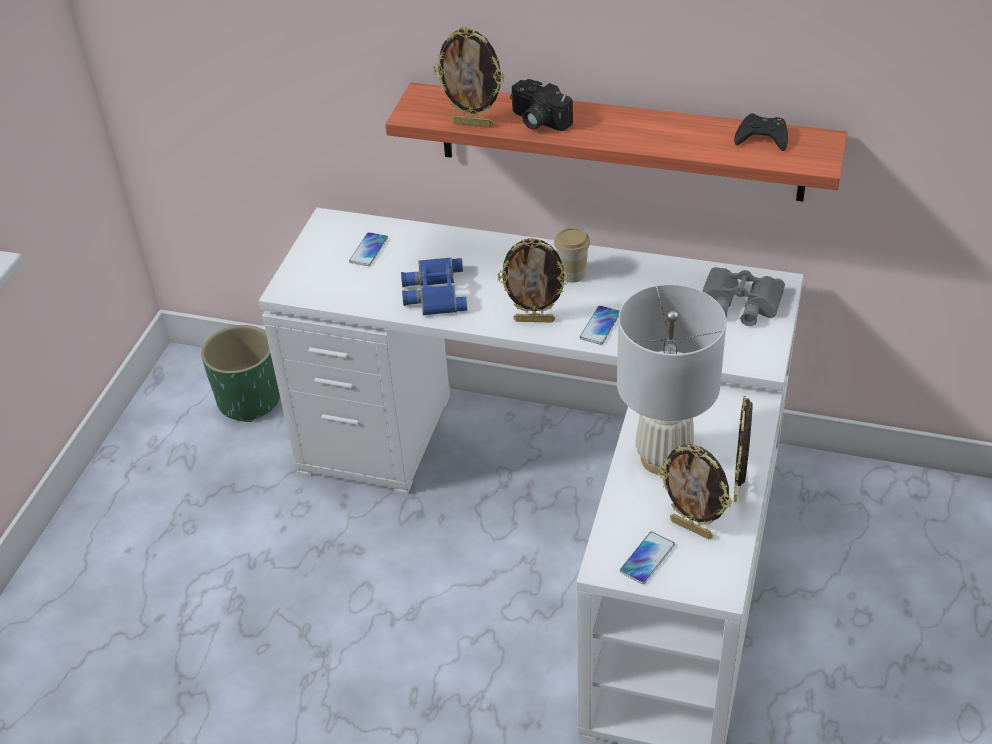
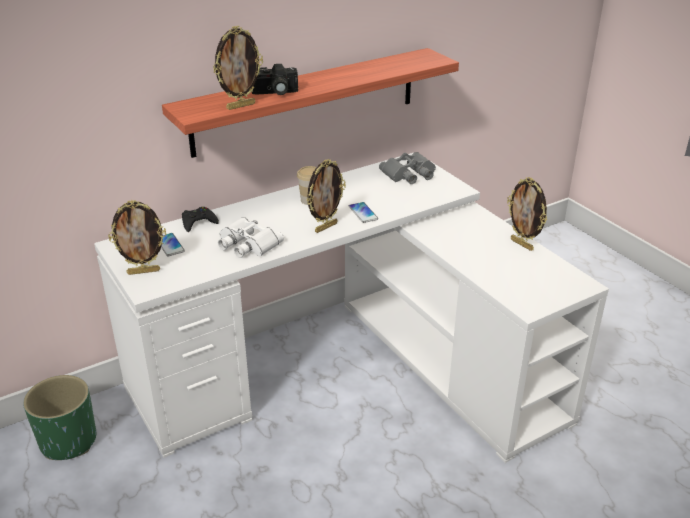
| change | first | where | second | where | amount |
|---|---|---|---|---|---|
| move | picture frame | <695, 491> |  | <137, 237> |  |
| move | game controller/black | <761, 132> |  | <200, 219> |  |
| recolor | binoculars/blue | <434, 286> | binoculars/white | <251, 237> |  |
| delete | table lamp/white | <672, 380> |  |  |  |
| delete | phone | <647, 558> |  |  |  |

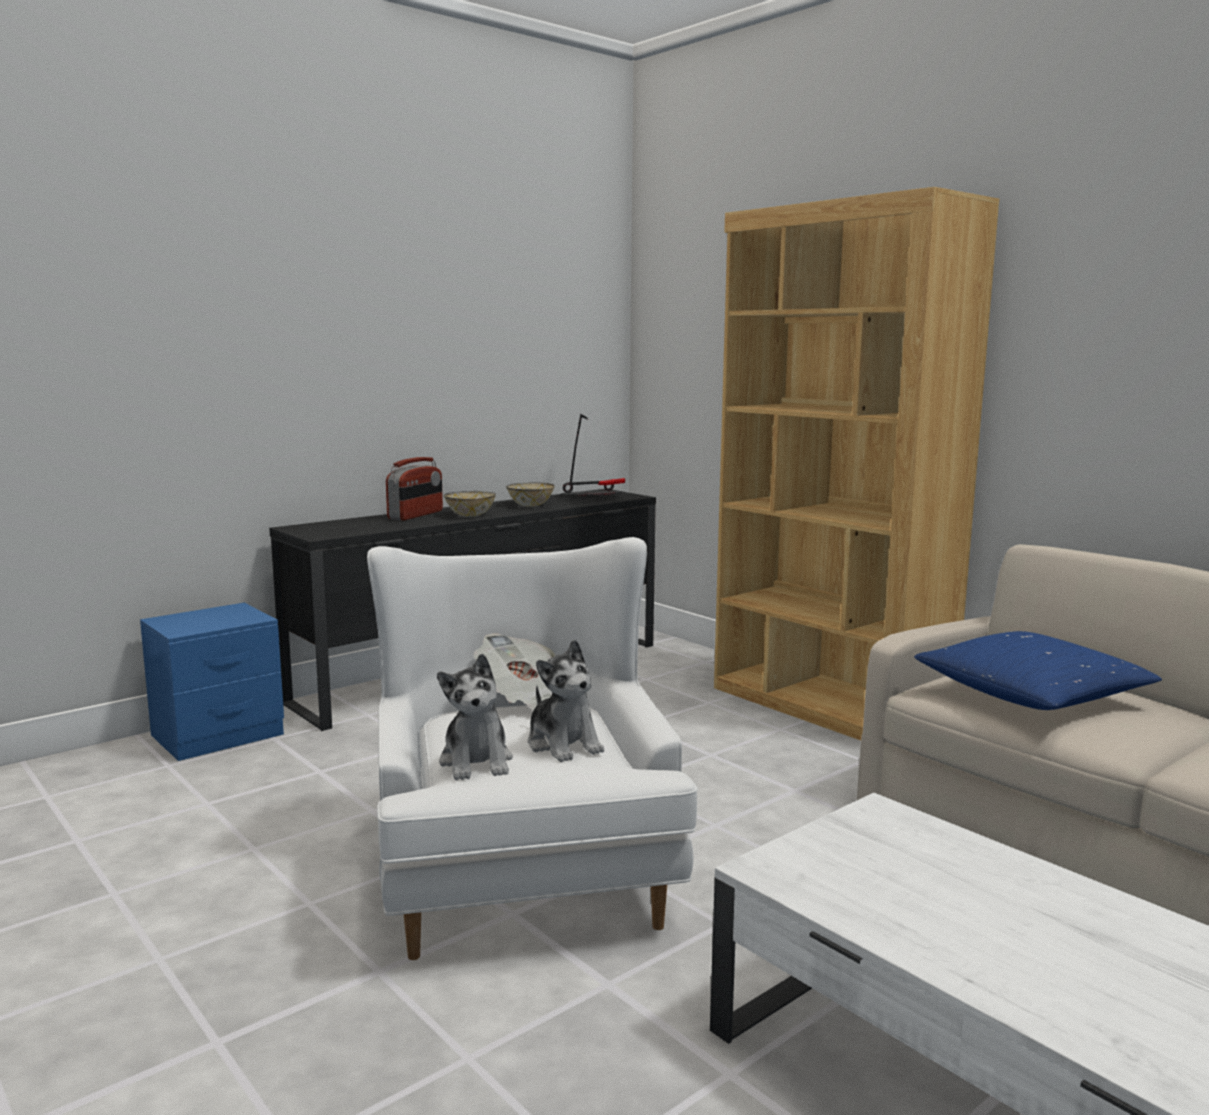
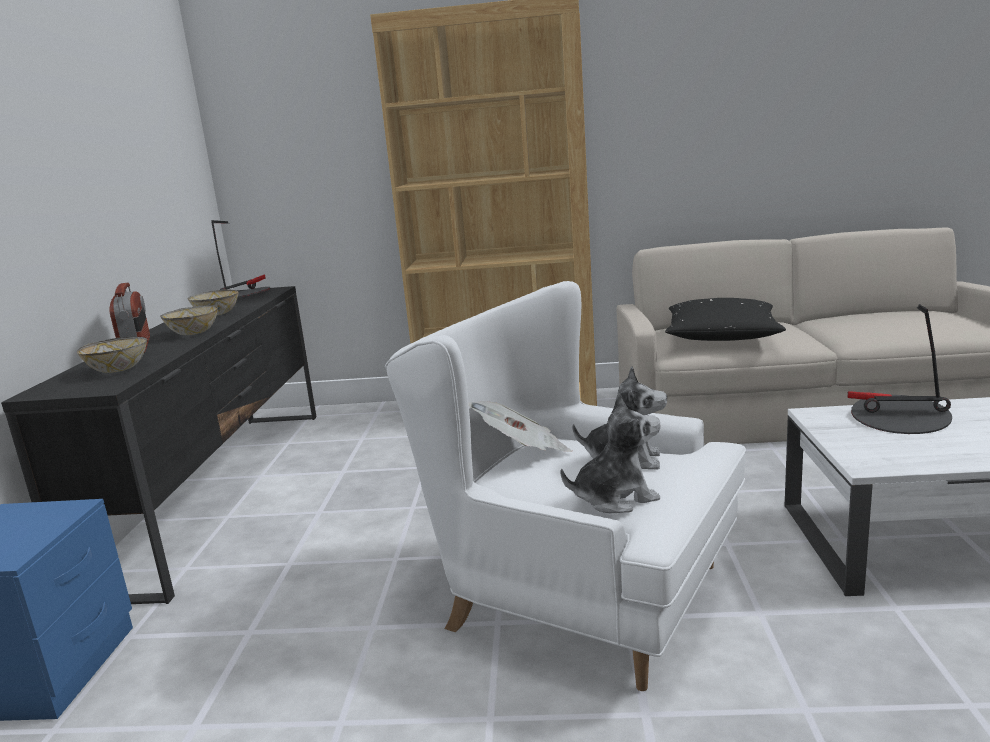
| change | first | where | second | where | amount |
|---|---|---|---|---|---|
| insert |  |  | bowl | <112, 355> |  |
| rotate | plush toy | <475, 717> |  | <610, 453> | 45 degrees counterclockwise |
| recolor | pillow/blue | <1038, 670> | pillow/black | <725, 319> |  |
| insert |  |  | table lamp | <900, 369> |  |

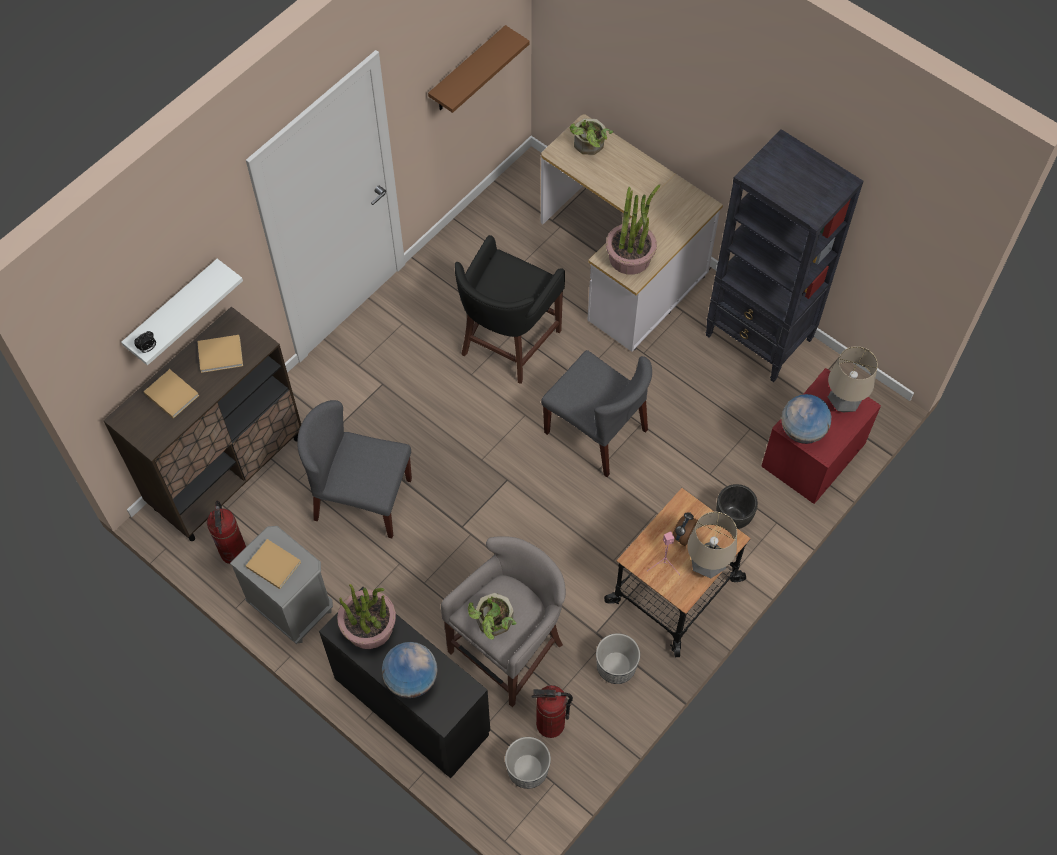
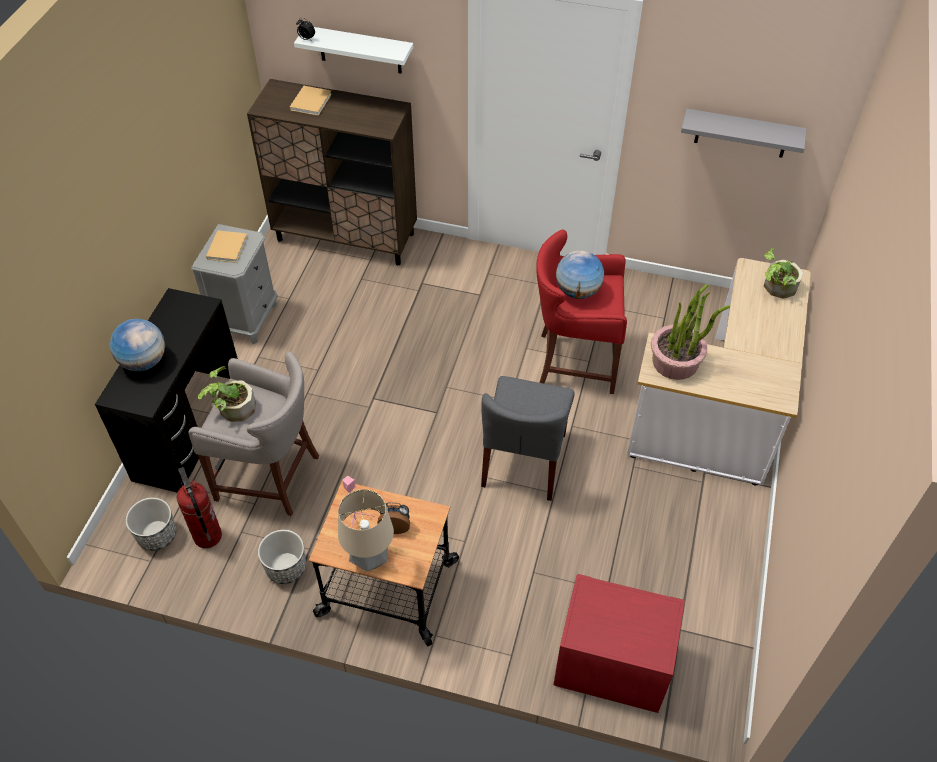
| change | first | where | second | where | amount |
|---|---|---|---|---|---|
| recolor | stool/black | <510, 309> | stool/red | <581, 311> |  |
| move | globe | <806, 419> |  | <580, 274> |  |
| recolor | shelf/brown | <479, 69> | shelf/grey | <744, 133> |  |
| delete | book/beige | <220, 354> |  |  |  |
| delete | fire extinguisher | <226, 532> |  |  |  |
| delete | chair/grey | <354, 469> |  |  |  |
| delete | potted plant | <366, 616> |  |  |  |
| delete | bookcase/black | <784, 255> |  |  |  |
| delete | planter/black | <737, 506> |  |  |  |
| delete | table lamp | <853, 379> |  |  |  |

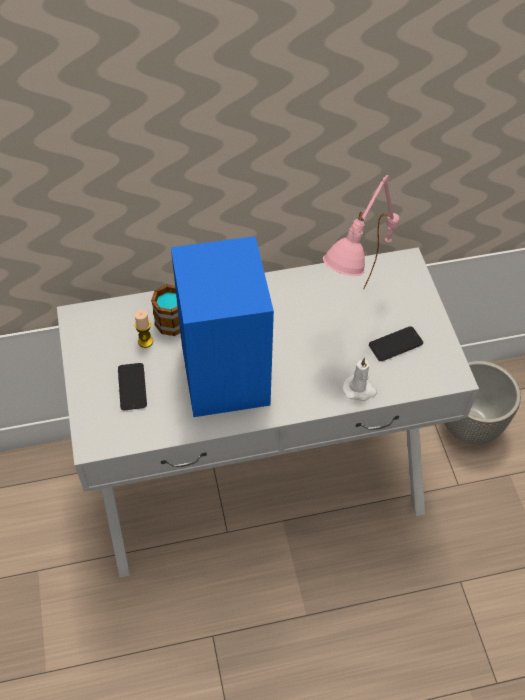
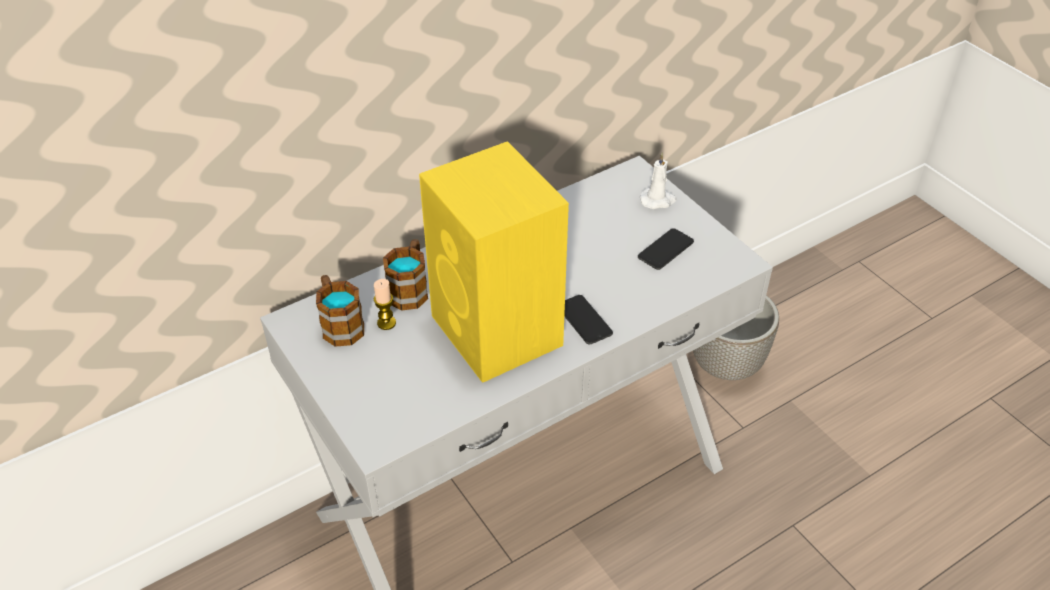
| change | first | where | second | where | amount |
|---|---|---|---|---|---|
| insert |  |  | mug | <340, 311> |  |
| recolor | speaker/blue | <222, 326> | speaker/yellow | <494, 262> |  |
| move | phone | <132, 386> |  | <588, 319> |  |
| move | candle/white | <359, 379> |  | <658, 180> |  |
| delete | table lamp/pink | <361, 232> |  |  |  |

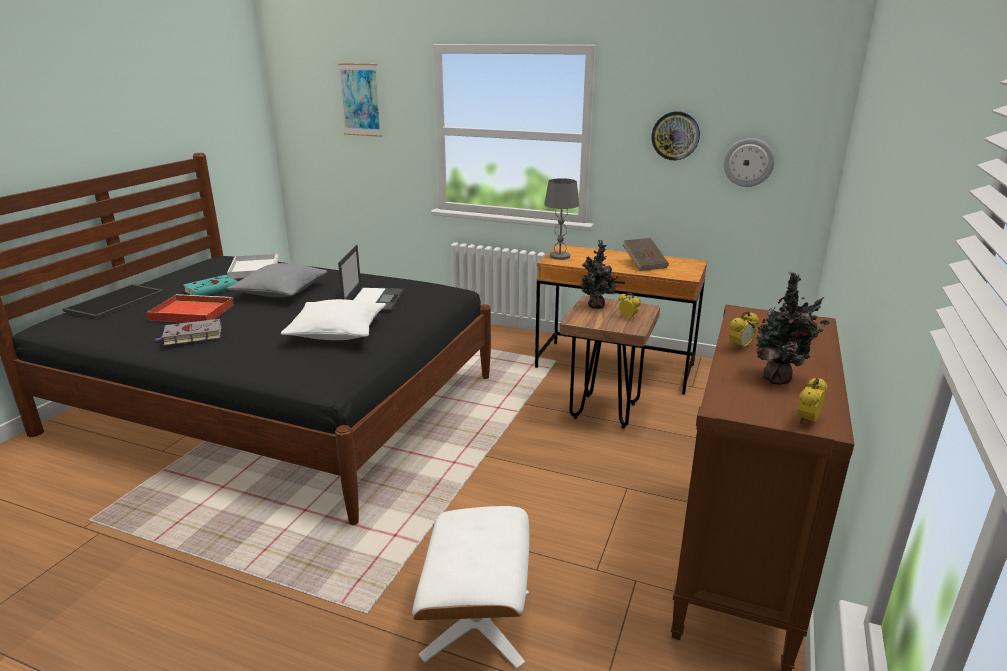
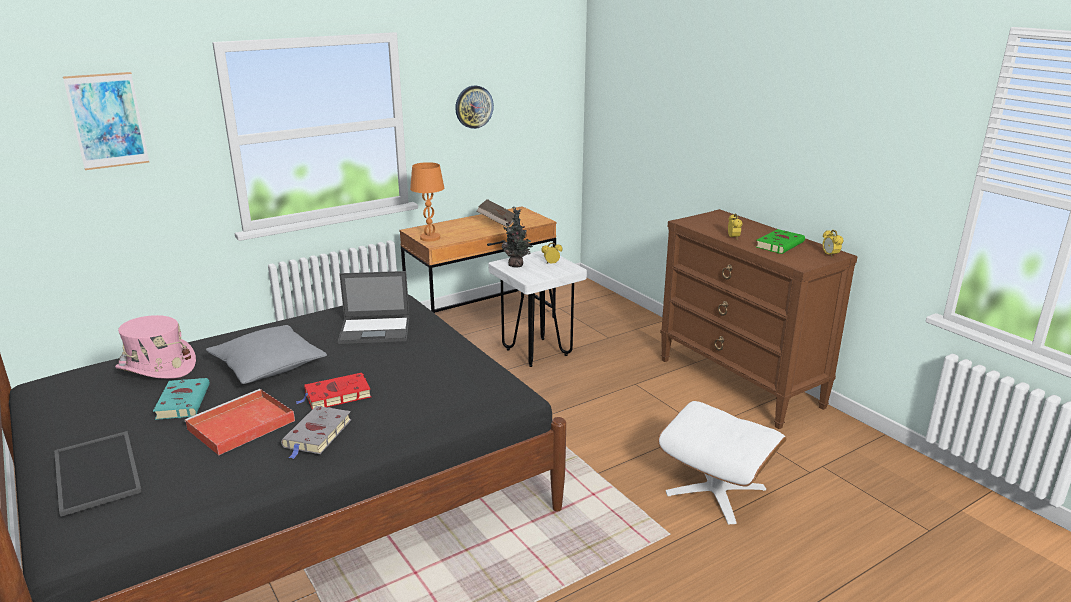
| change | first | where | second | where | amount |
|---|---|---|---|---|---|
| replace | tray/white | <253, 266> | hat/pink | <155, 347> |  |
| insert |  |  | book/red | <333, 391> |  |
| rotate | laptop | <371, 278> |  | <374, 307> | 135 degrees clockwise |
| recolor | table lamp/grey | <561, 219> | table lamp/orange | <427, 201> |  |
| recolor | stool/brown | <610, 362> | stool/white | <537, 308> |  |
| replace | potted plant | <789, 328> | book/green | <780, 241> |  |
| delete | pillow/white | <333, 319> |  |  |  |
| delete | wall clock | <749, 162> |  |  |  |

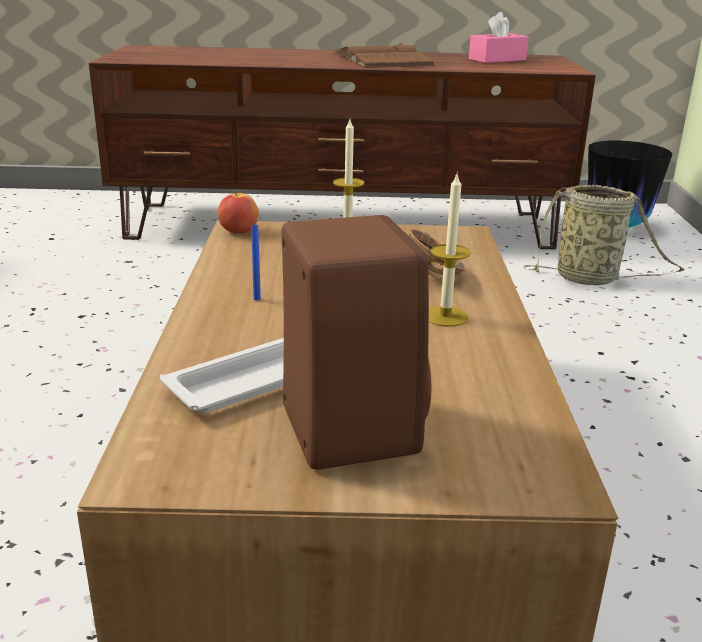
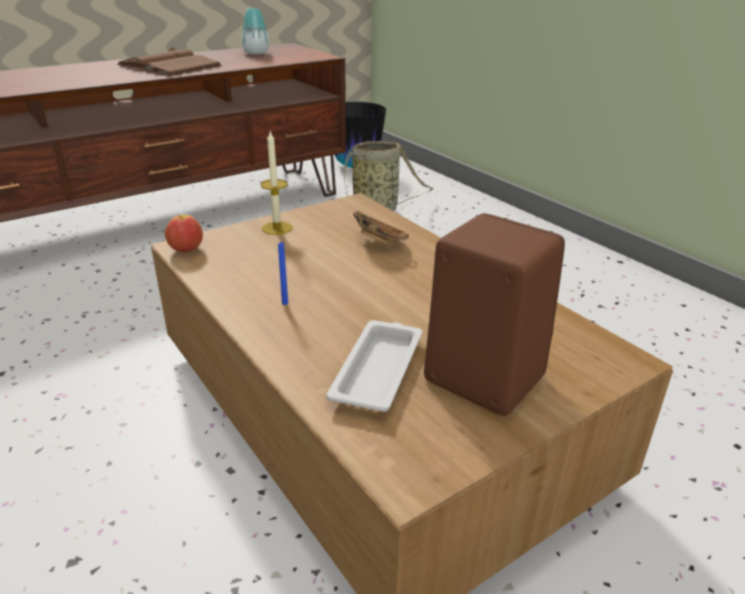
| change | first | where | second | where | amount |
|---|---|---|---|---|---|
| replace | tissue box/pink | <499, 37> | vase | <255, 31> |  |
| delete | candle | <450, 249> |  |  |  |

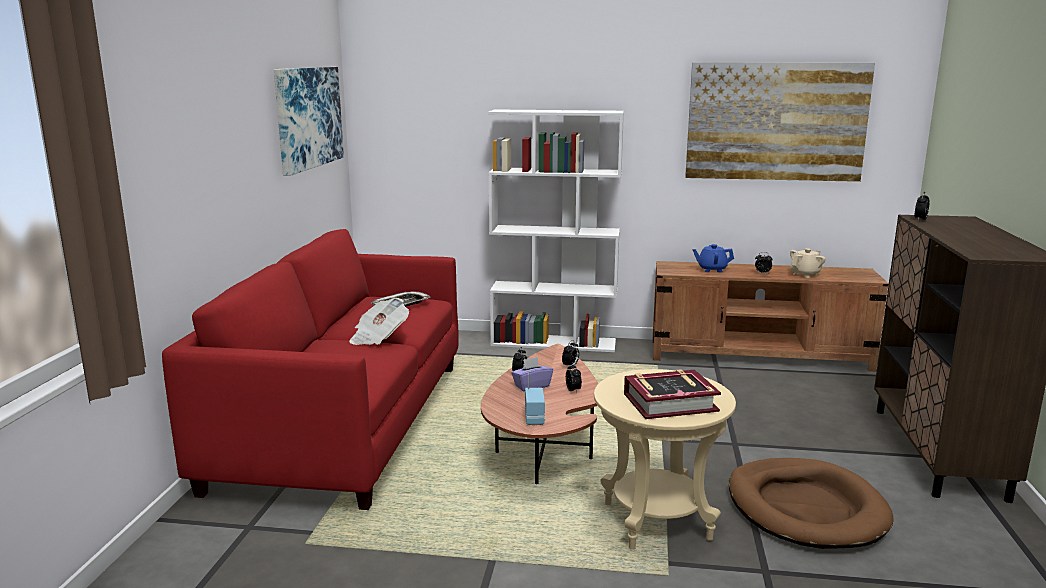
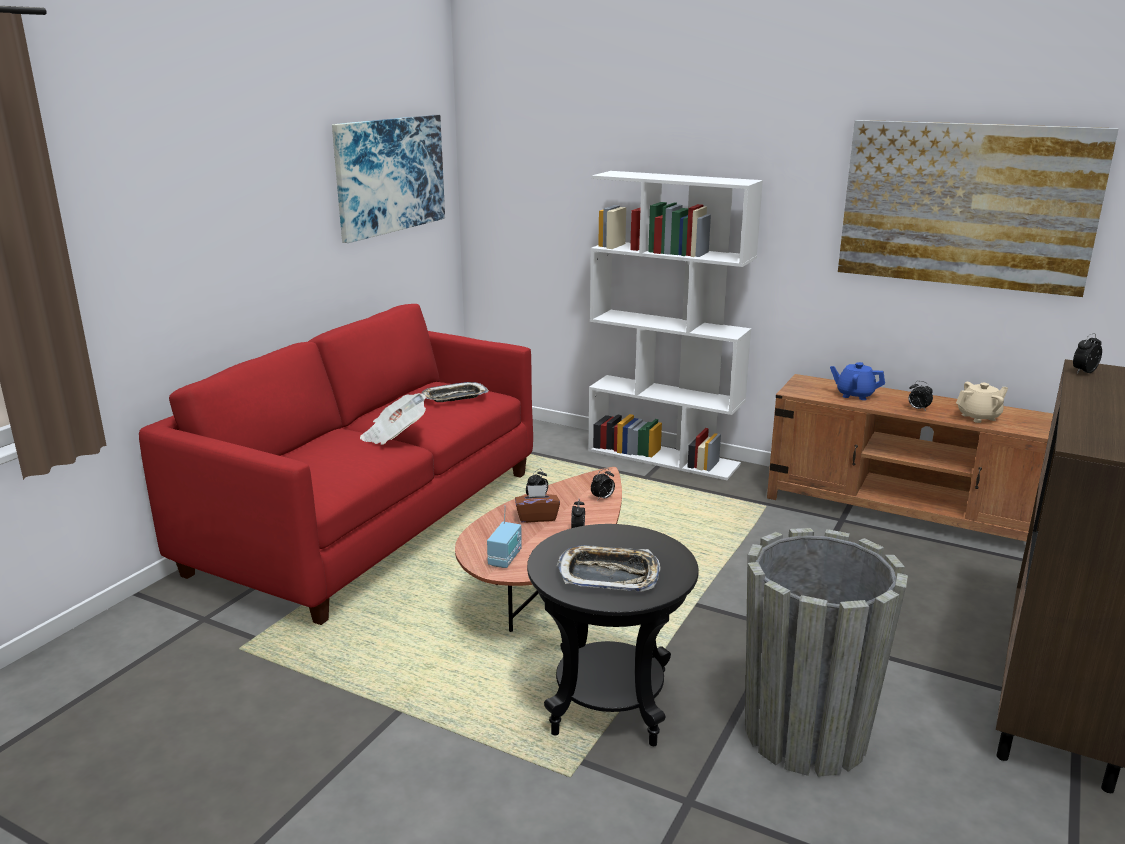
| change | first | where | second | where | amount |
|---|---|---|---|---|---|
| recolor | tissue box/purple | <532, 374> | tissue box/brown | <537, 504> |  |
| recolor | side table/beige | <665, 459> | side table/black | <613, 635> |  |
| replace | book | <672, 394> | tray | <609, 568> |  |
| replace | dog bed/brown | <811, 503> | planter/grey | <826, 652> |  |

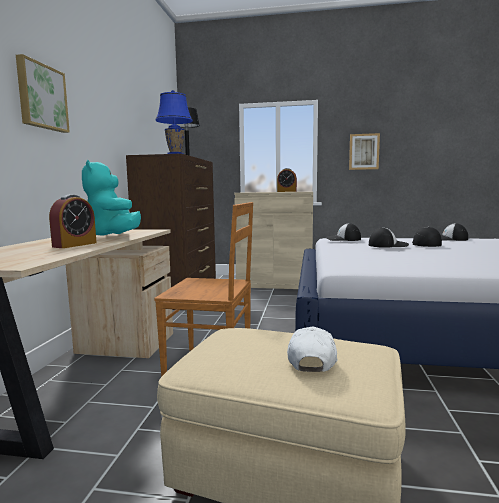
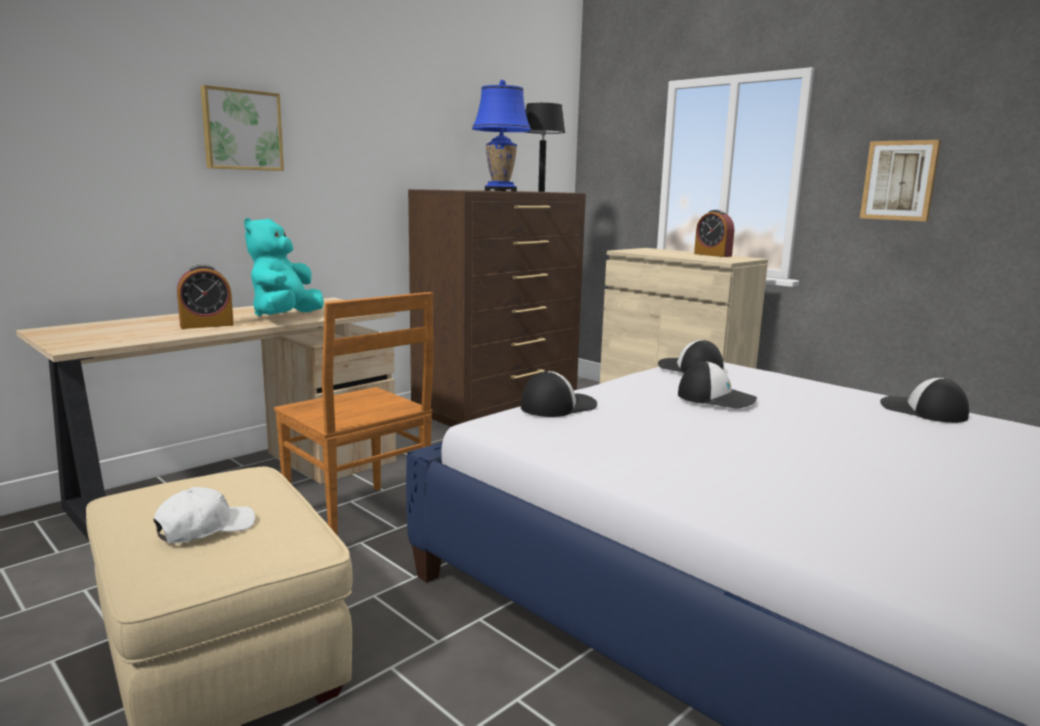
| change | first | where | second | where | amount |
|---|---|---|---|---|---|
| move | cap | <427, 237> |  | <559, 394> |  |

